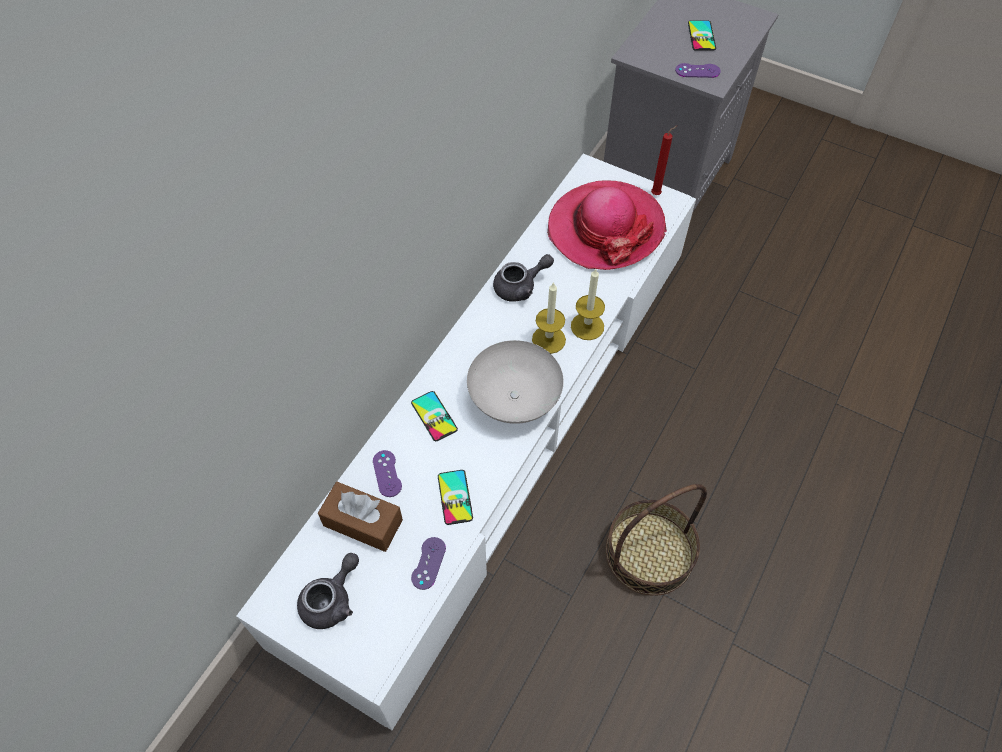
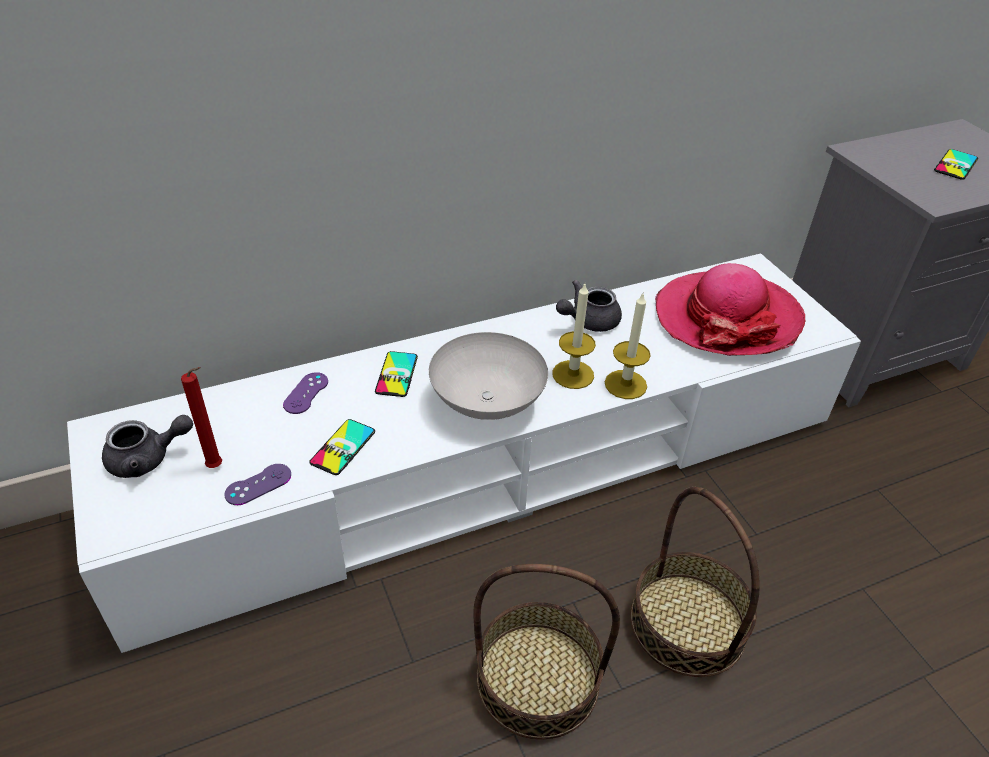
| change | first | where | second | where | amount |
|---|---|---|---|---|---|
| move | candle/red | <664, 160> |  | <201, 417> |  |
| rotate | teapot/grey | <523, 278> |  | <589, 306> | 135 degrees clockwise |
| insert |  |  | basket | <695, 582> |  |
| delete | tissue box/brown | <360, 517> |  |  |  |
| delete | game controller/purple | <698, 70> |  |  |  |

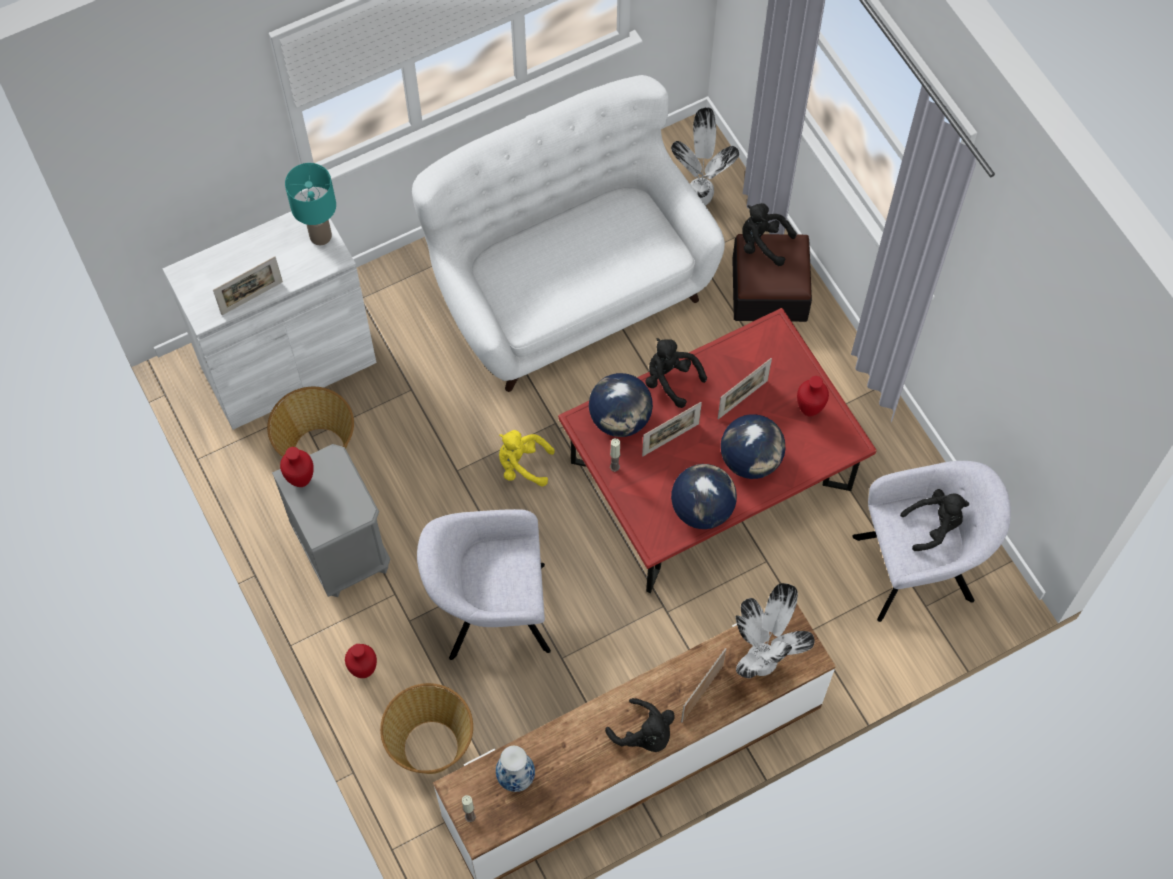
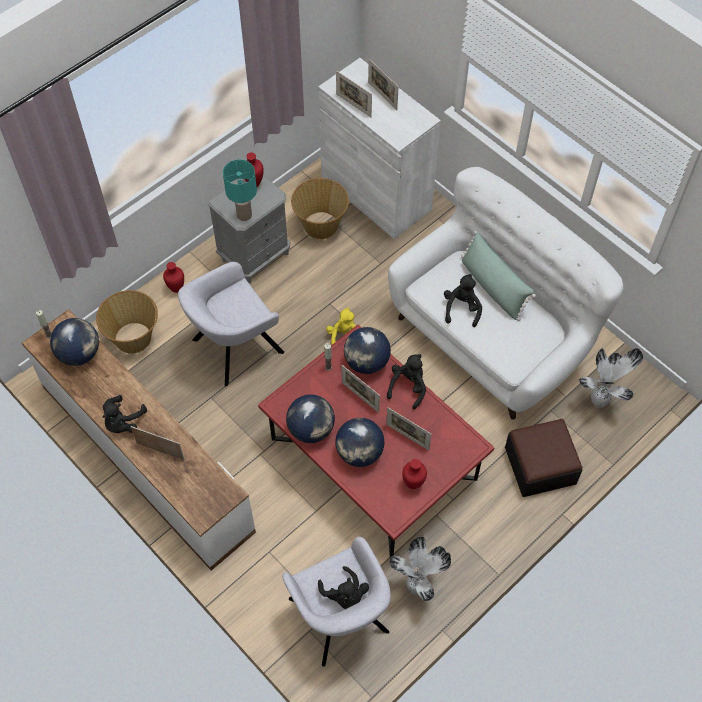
| change | first | where | second | where | amount |
|---|---|---|---|---|---|
| replace | vase | <515, 769> | globe | <74, 342> |  |
| rotate | armchair/grey | <484, 584> |  | <231, 324> | 105 degrees counterclockwise |
| move | table lamp/turquoise | <310, 204> |  | <240, 190> |  |
| insert |  |  | picture frame | <383, 84> |  |
| move | potted plant | <775, 630> |  | <420, 568> |  |
| move | plush toy/black | <769, 234> |  | <463, 300> |  |
| insert |  |  | pillow/green | <498, 276> |  |

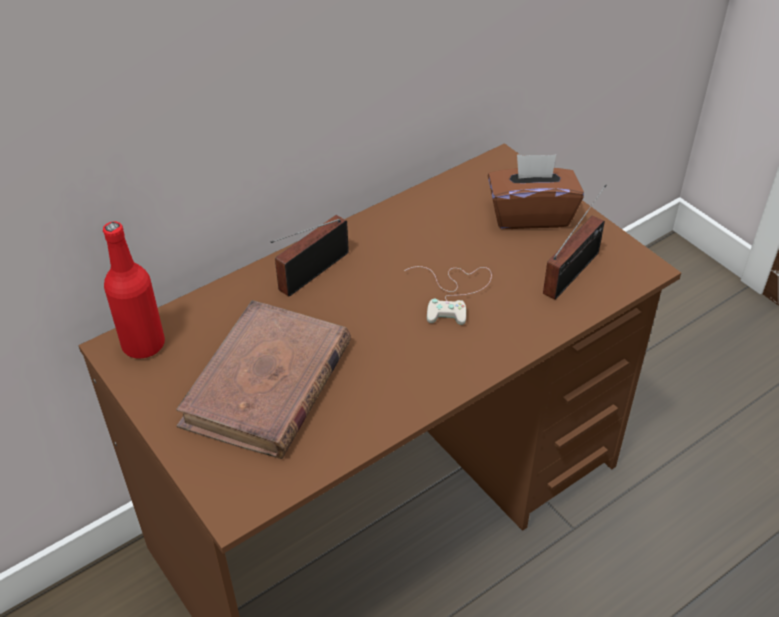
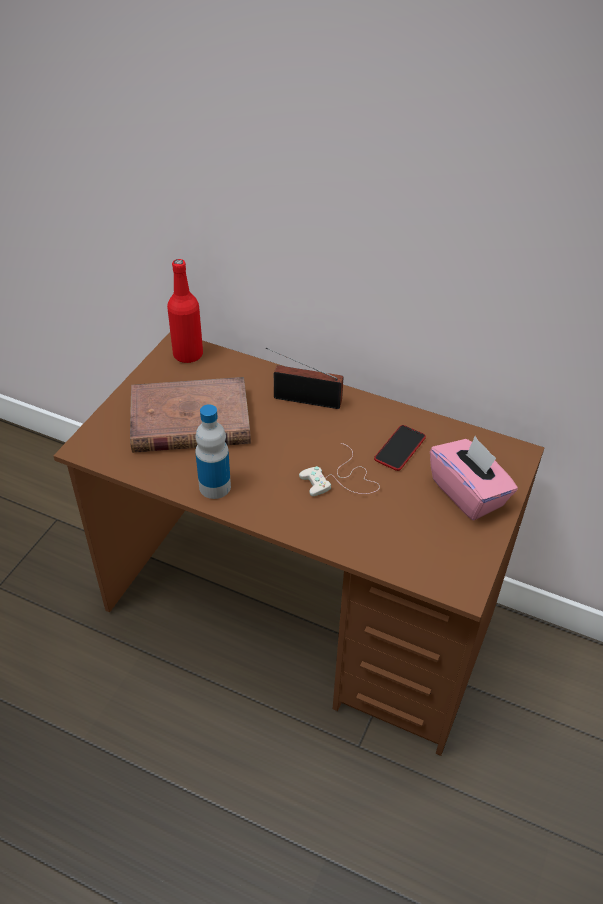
| change | first | where | second | where | amount |
|---|---|---|---|---|---|
| insert |  |  | bottle | <213, 451> |  |
| insert |  |  | phone | <400, 448> |  |
| recolor | tissue box/brown | <536, 191> | tissue box/pink | <474, 478> |  |
| delete | radio | <575, 242> |  |  |  |

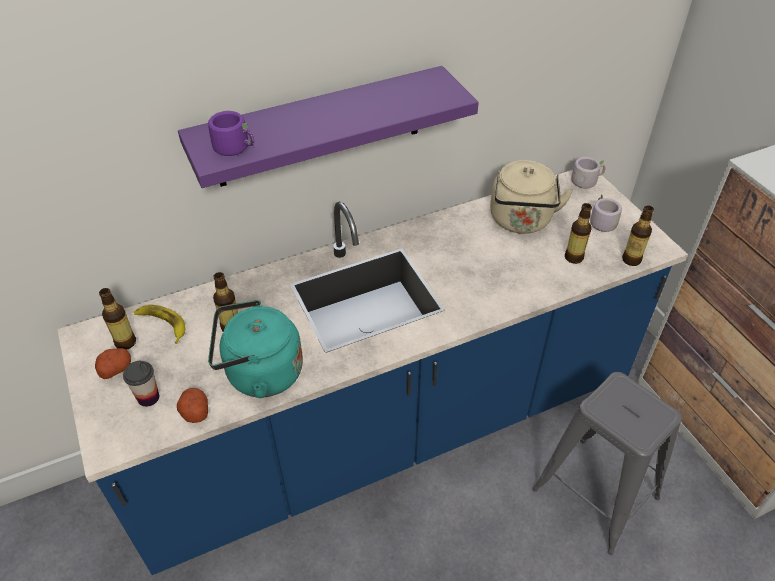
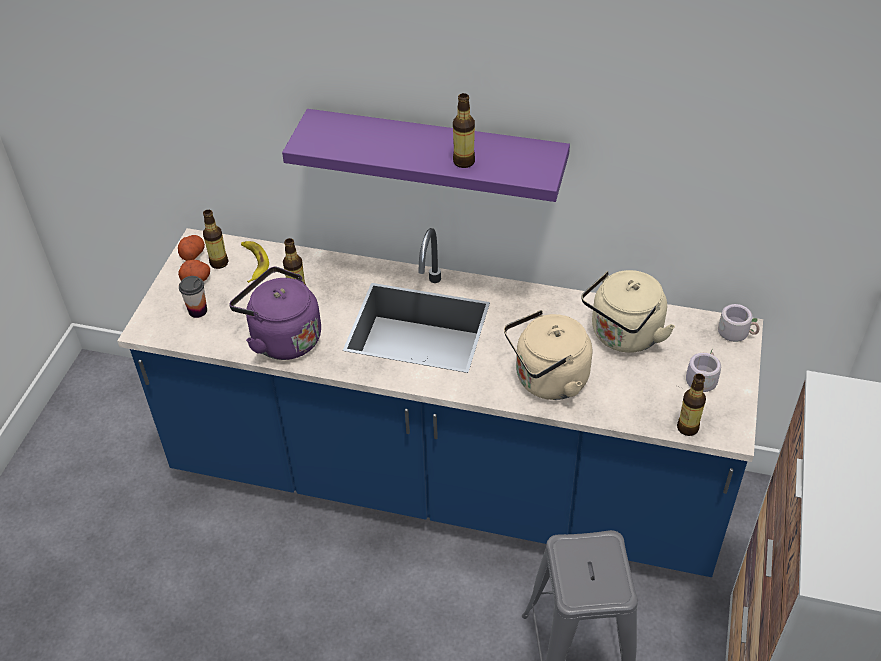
| change | first | where | second | where | amount |
|---|---|---|---|---|---|
| move | potato | <192, 405> |  | <191, 248> |  |
| recolor | kettle/turquoise | <255, 349> | kettle/purple | <275, 313> |  |
| move | bottle | <578, 233> |  | <464, 130> |  |
| insert |  |  | kettle/beige | <548, 355> |  |
| delete | mug/purple | <231, 133> |  |  |  |

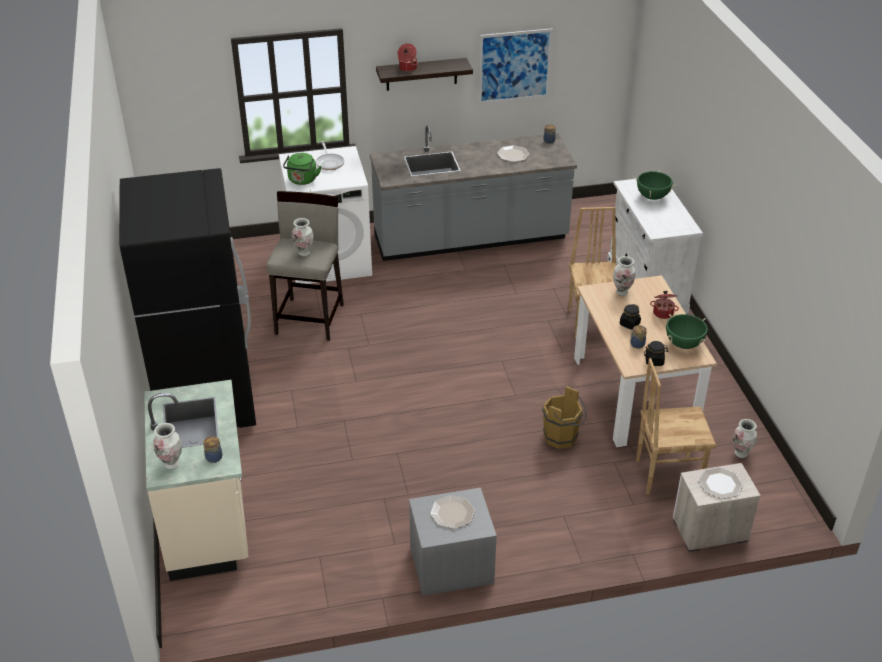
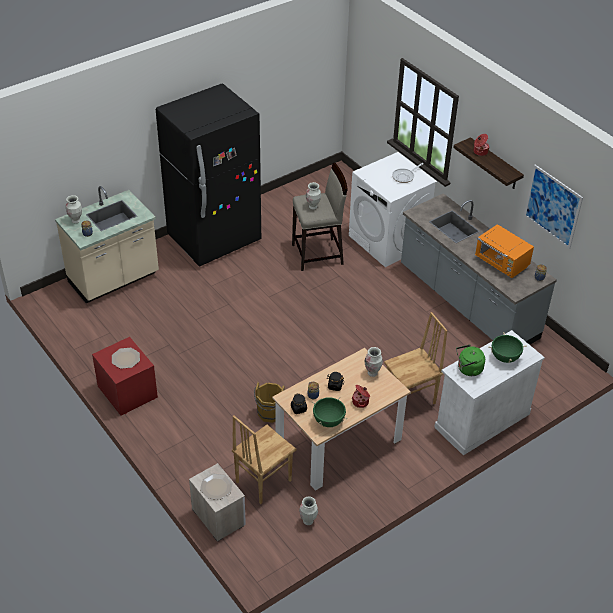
| change | first | where | second | where | amount |
|---|---|---|---|---|---|
| recolor | nightstand/grey | <453, 542> | nightstand/red | <125, 376> |  |
| rotate | chair/brown | <676, 426> |  | <264, 459> | 105 degrees counterclockwise |
| move | kettle/green | <302, 169> |  | <470, 360> |  |
| replace | plate | <513, 153> | microwave/orange | <504, 251> |  |

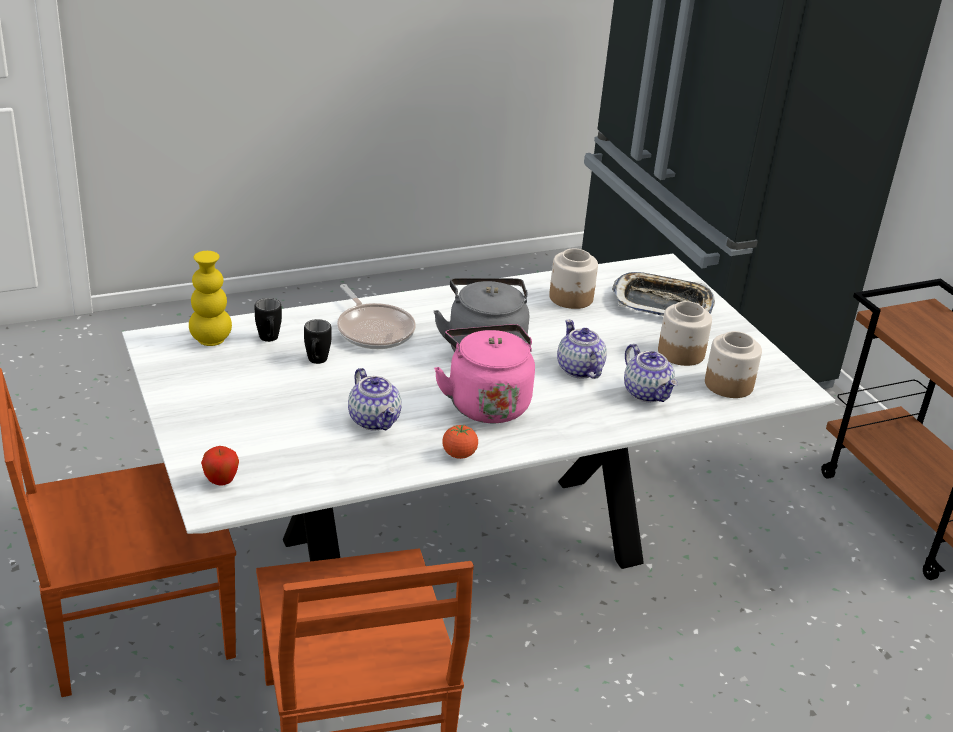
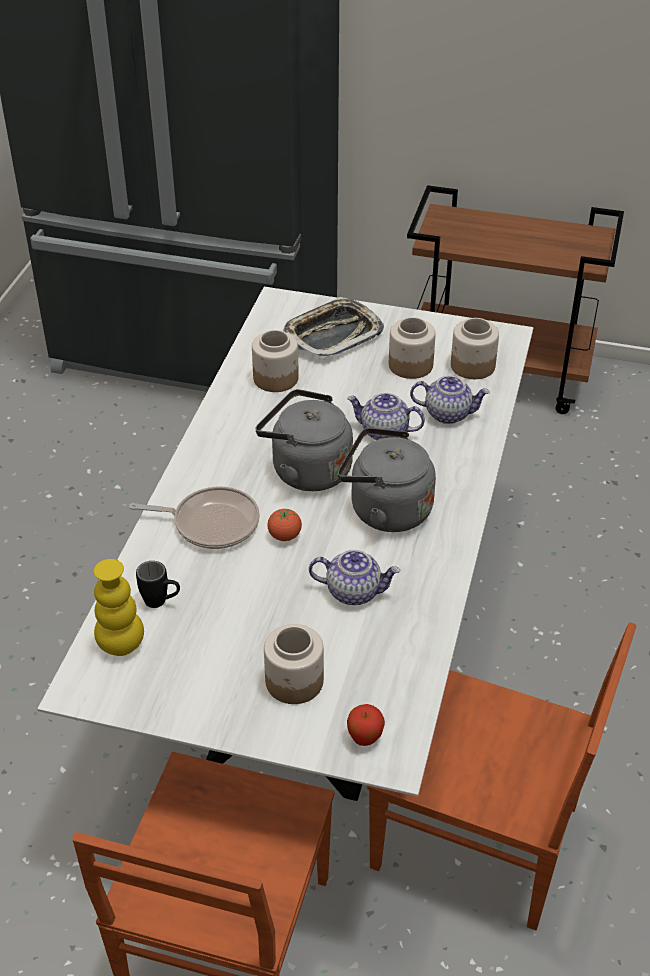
| change | first | where | second | where | amount |
|---|---|---|---|---|---|
| insert |  |  | jar | <294, 664> |  |
| move | tomato | <460, 442> |  | <284, 525> |  |
| recolor | kettle/pink | <484, 373> | kettle/grey | <387, 480> |  |
| delete | mug/black | <318, 341> |  |  |  |

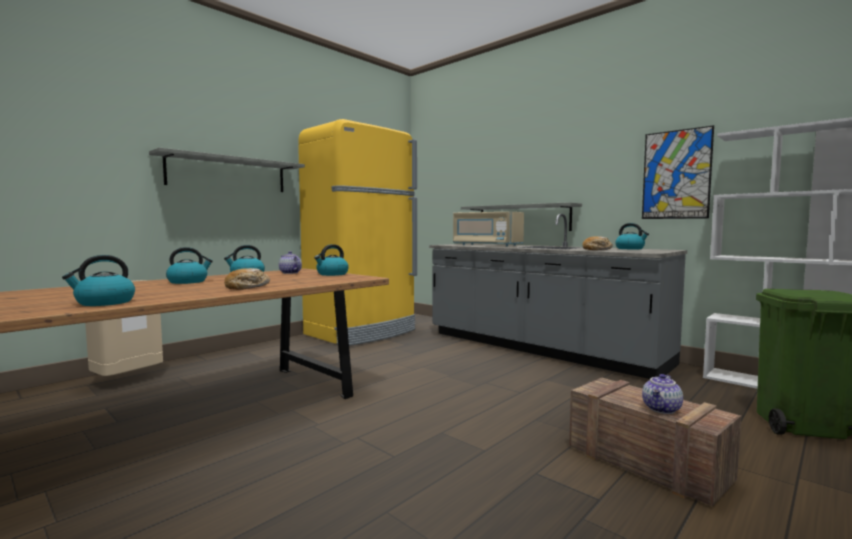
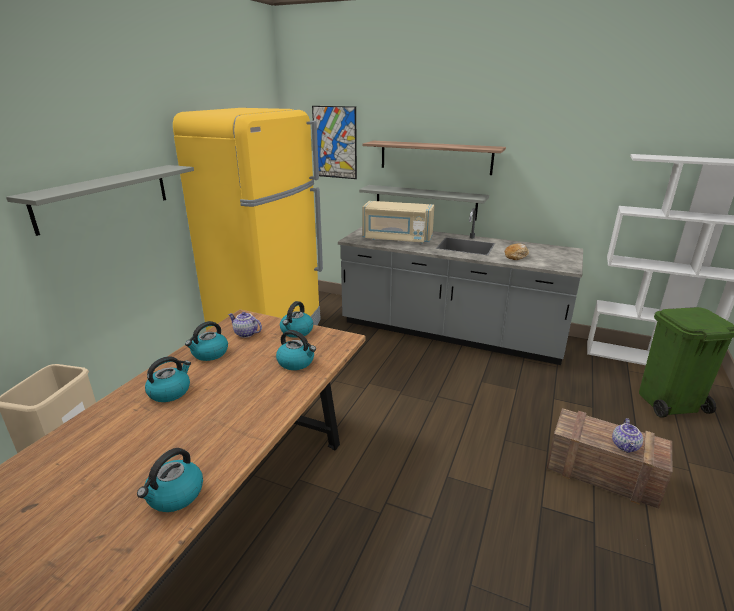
| change | first | where | second | where | amount |
|---|---|---|---|---|---|
| move | kettle | <632, 236> |  | <296, 350> |  |
| move | picture | <678, 172> |  | <334, 142> |  |
| insert |  |  | shelf | <434, 158> |  |
| delete | bread | <247, 279> |  |  |  |

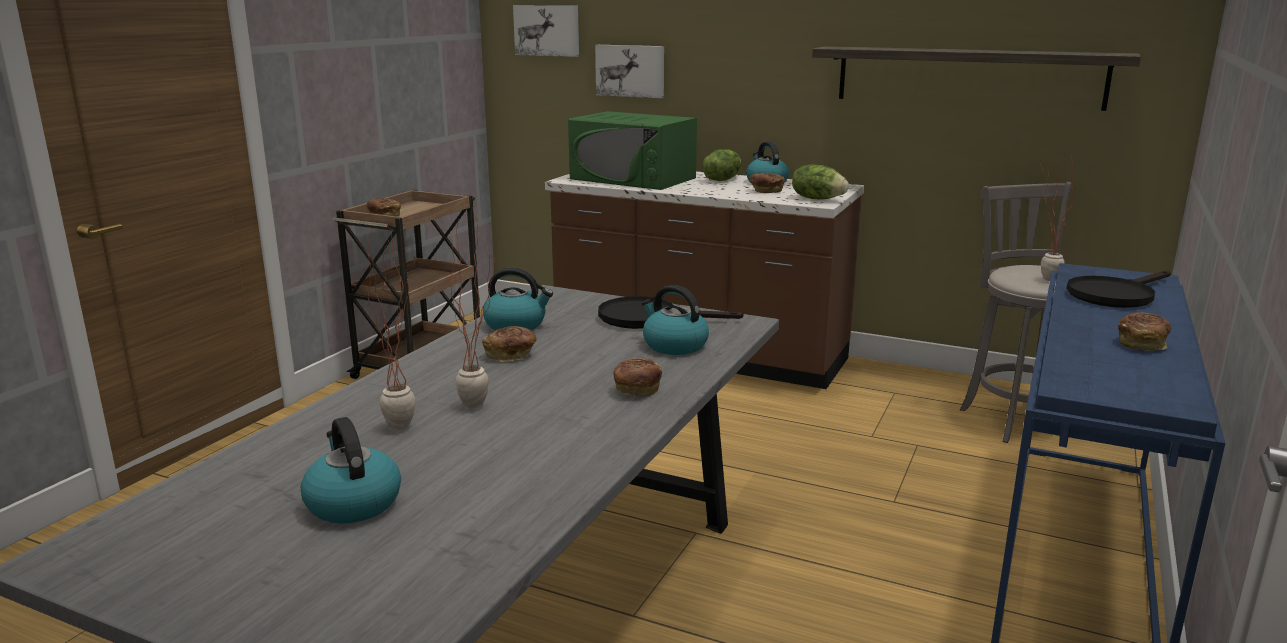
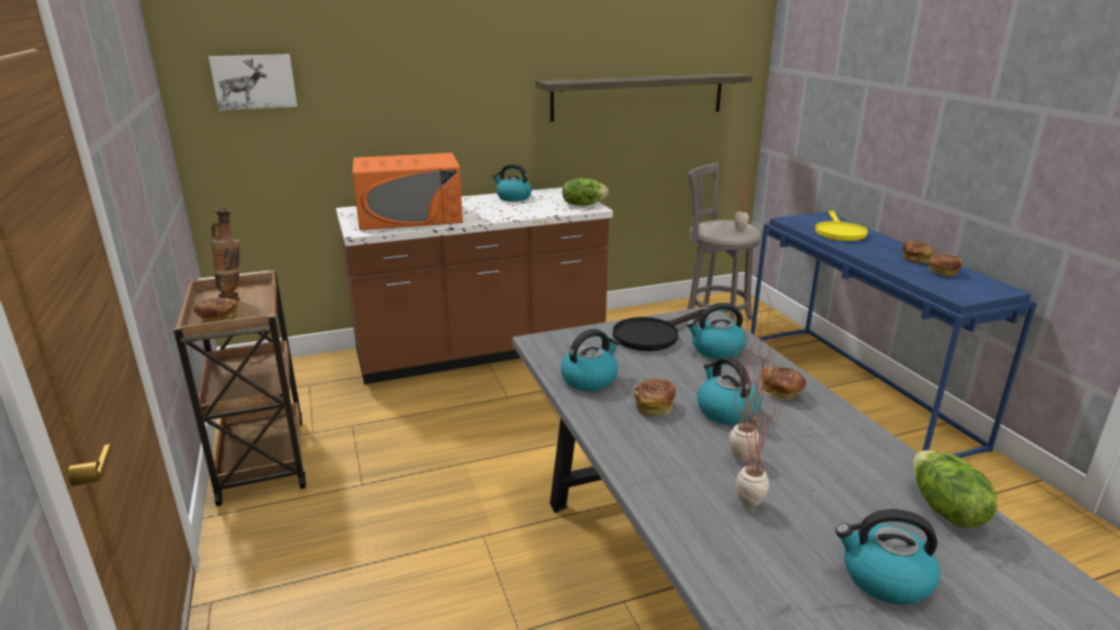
| change | first | where | second | where | amount |
|---|---|---|---|---|---|
| insert |  |  | vase | <225, 255> |  |
| recolor | microwave/green | <632, 150> | microwave/orange | <407, 191> |  |
| insert |  |  | kettle | <729, 390> |  |
| recolor | frying pan/black | <1118, 289> | frying pan/yellow | <841, 225> |  |
| move | lettuce | <722, 165> |  | <955, 489> |  |
| move | bread | <767, 183> |  | <945, 265> |  |
| delete | picture | <629, 71> |  |  |  |

